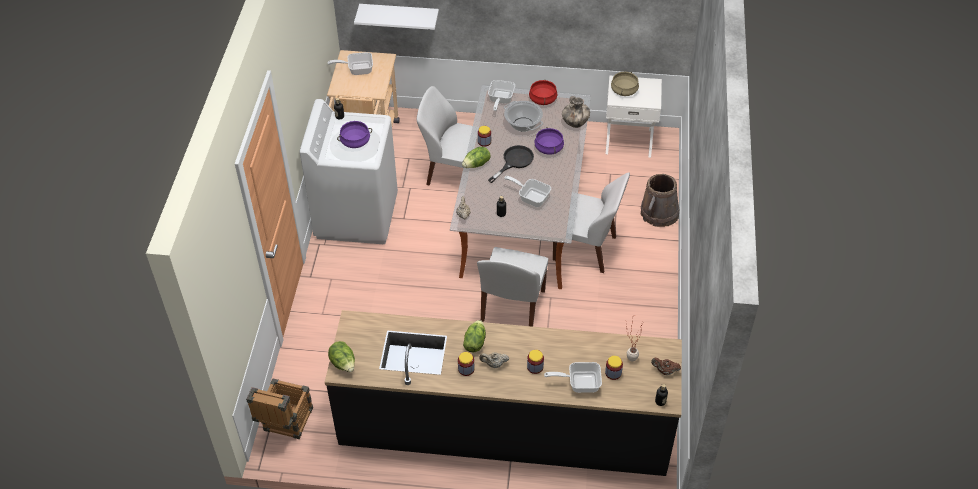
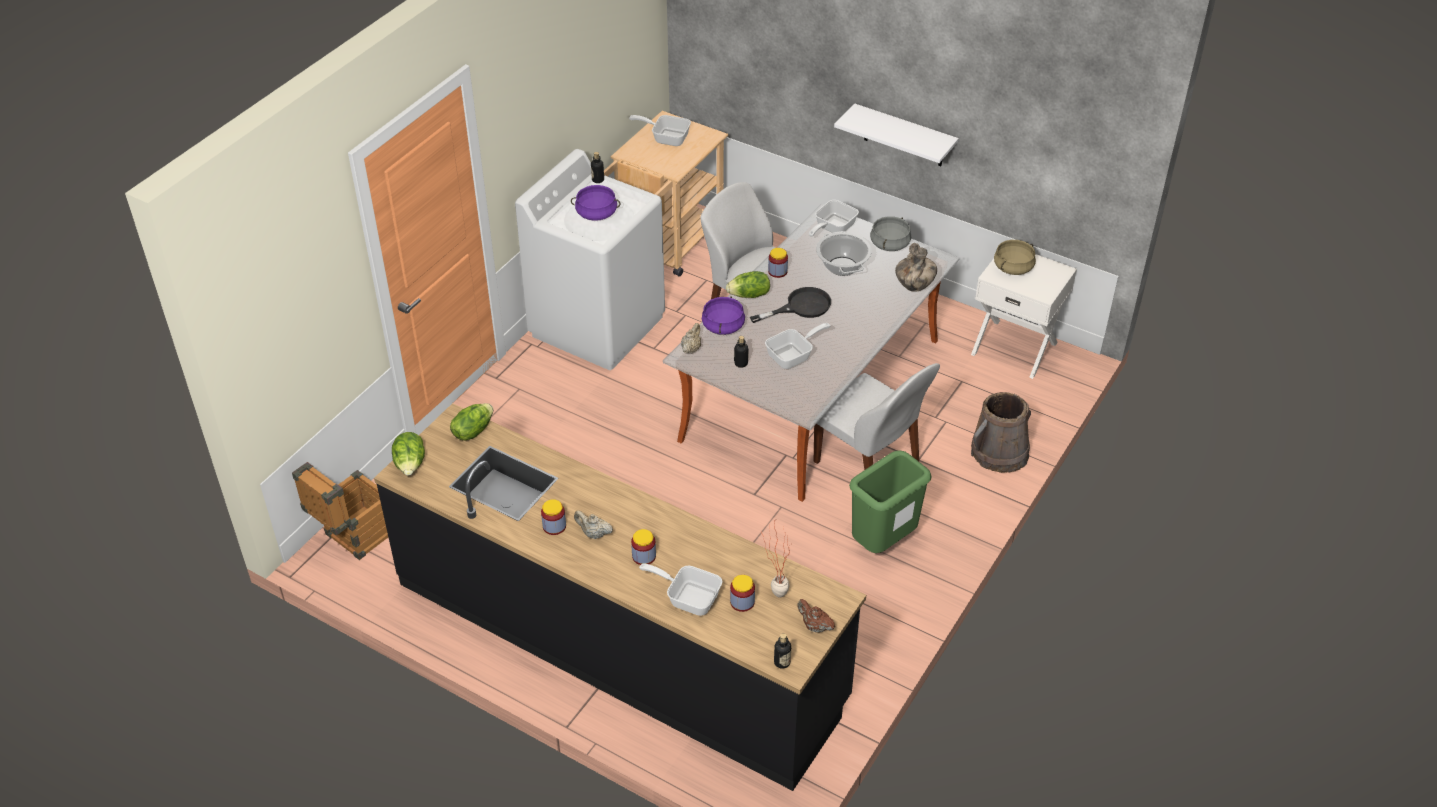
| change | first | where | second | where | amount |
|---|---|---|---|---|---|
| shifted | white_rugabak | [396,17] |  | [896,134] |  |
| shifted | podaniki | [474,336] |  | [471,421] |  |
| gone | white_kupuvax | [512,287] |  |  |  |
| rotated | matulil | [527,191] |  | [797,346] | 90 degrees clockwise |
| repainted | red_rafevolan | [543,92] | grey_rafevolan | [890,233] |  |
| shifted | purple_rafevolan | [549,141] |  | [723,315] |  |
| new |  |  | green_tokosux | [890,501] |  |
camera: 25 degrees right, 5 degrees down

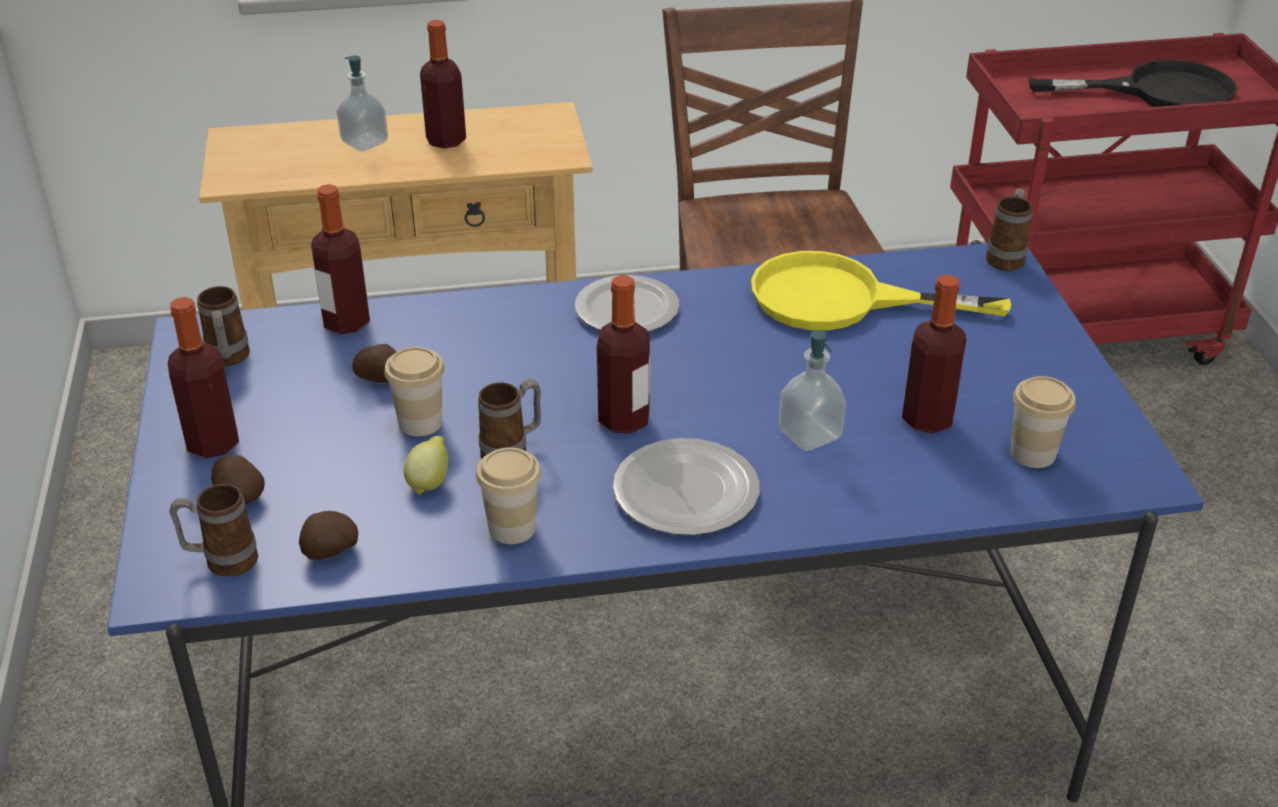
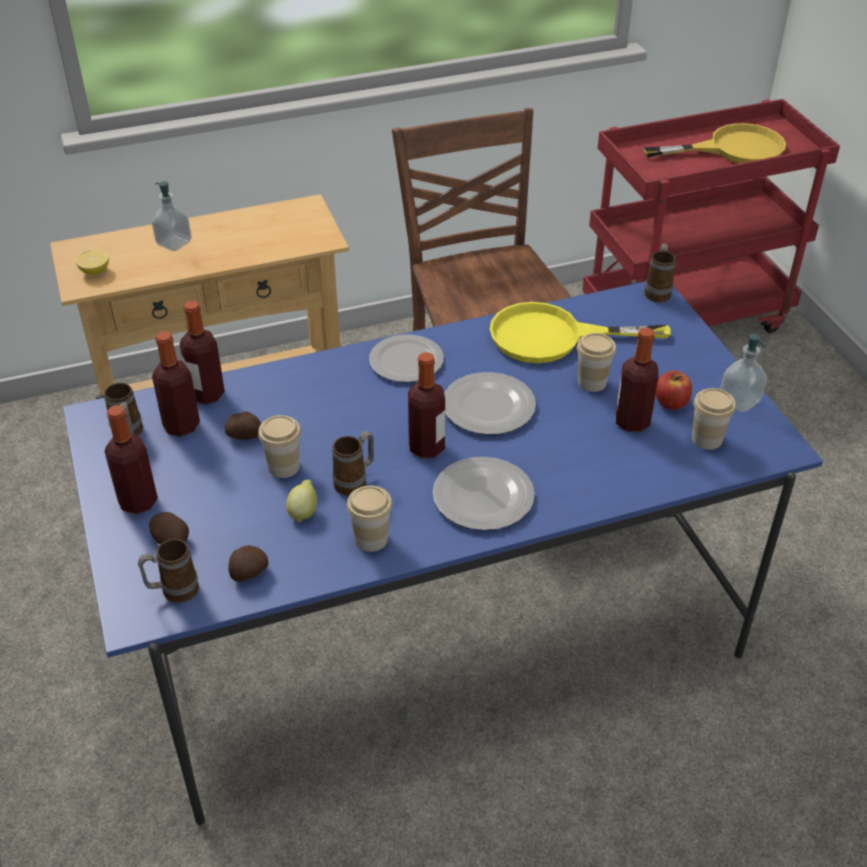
| change | first | where | second | where | amount |
|---|---|---|---|---|---|
| shifted | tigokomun | [443,84] |  | [176,384] |  |
| shifted | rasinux | [812,390] |  | [743,372] |  |
| repainted | black_matulil | [1133,83] | yellow_matulil | [714,143] |  |
| new |  |  | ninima | [92,262] |  |
| new |  |  | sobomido | [490,403] |  |
| new |  |  | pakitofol | [596,362] |  |
| new |  |  | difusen | [674,390] |  |
camera: 10 degrees left, 5 degrees up

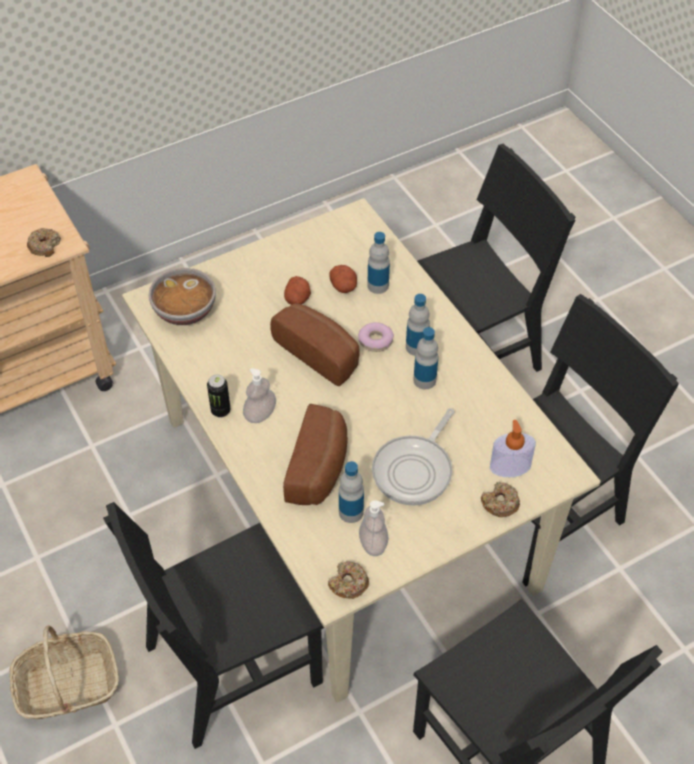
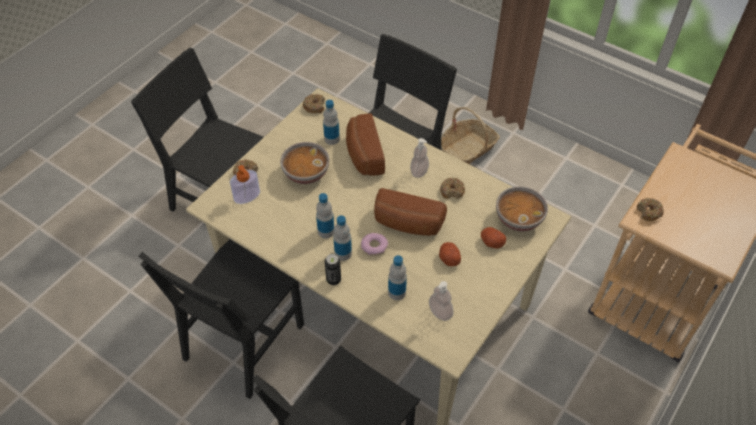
| change | first | where | second | where | amount |
|---|---|---|---|---|---|
| shifted | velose | [219,396] |  | [333,269] |  |
| shifted | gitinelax | [343,279] |  | [493,237] |  |
| shifted | rasinux | [373,528] |  | [441,301] |  |
| swapped | matulil | [413,457] | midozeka | [304,163] |  |
| new |  |  | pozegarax | [452,188] |  |
camera: 155 degrees right, 0 degrees up

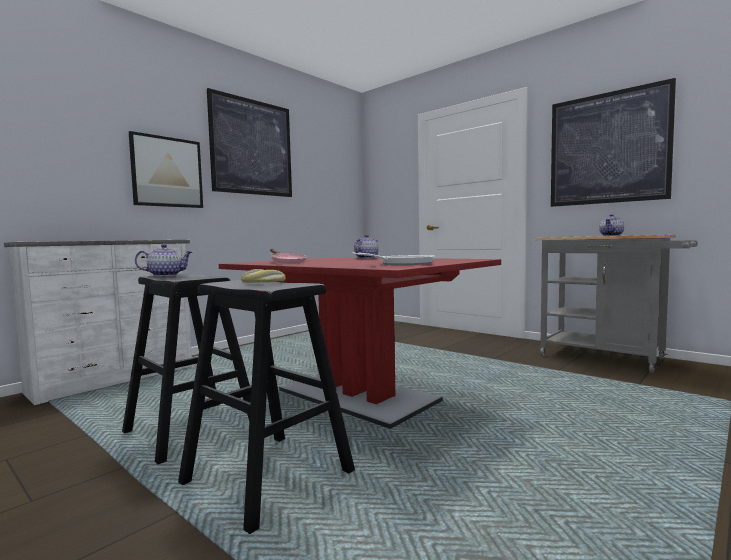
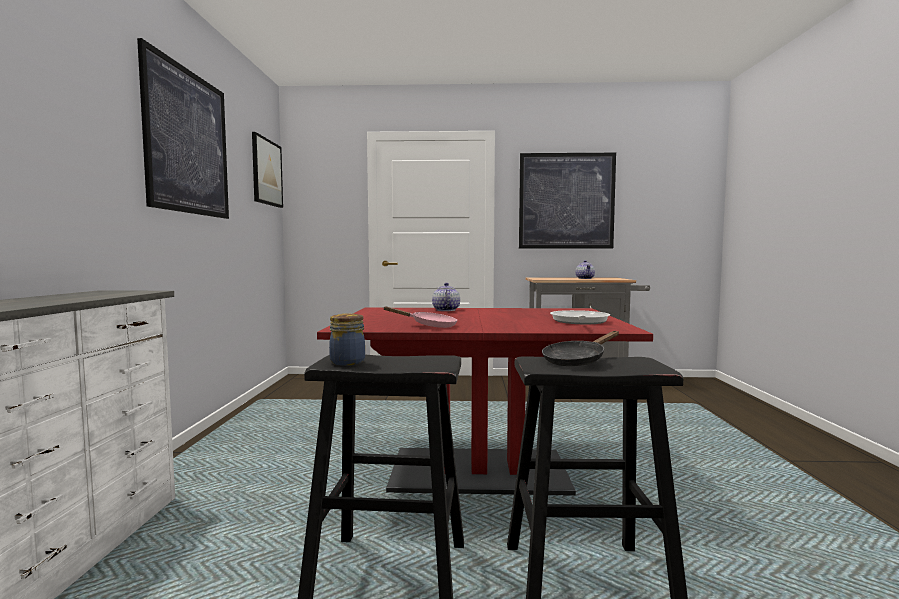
| change | first | where | second | where | amount |
|---|---|---|---|---|---|
| shifted | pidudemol | [166,169] |  | [267,170] |  |
| swapped | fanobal | [163,260] | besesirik | [347,339] |  |
| swapped | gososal | [263,276] | black_matulil | [580,348] |  |
camera: 40 degrees left, 0 degrees up

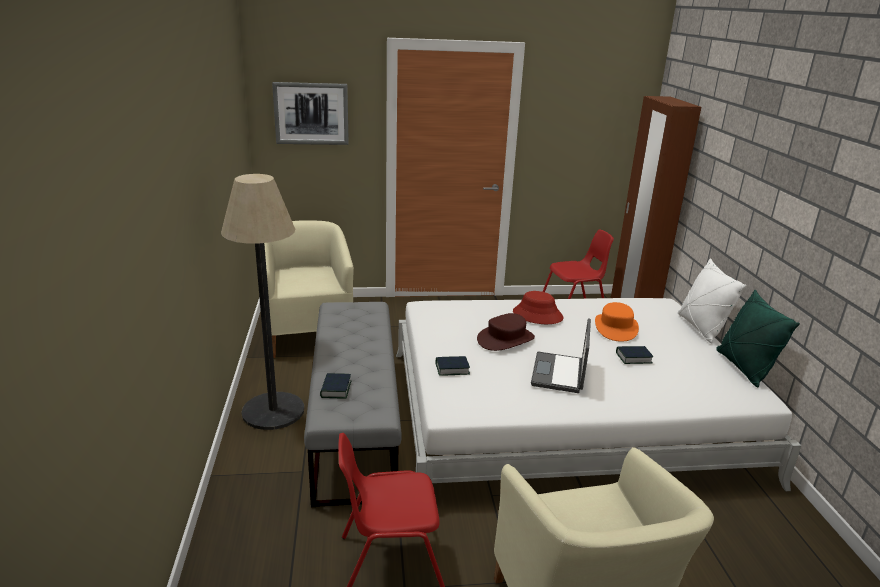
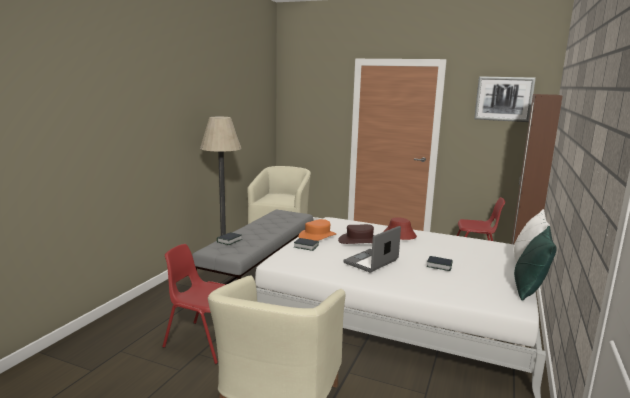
| change | first | where | second | where | amount |
|---|---|---|---|---|---|
| shifted | pidudemol | [310,113] |  | [505,99] |  |
| shifted | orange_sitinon | [617,322] |  | [317,230] |  |
camera: 30 degrees right, 10 degrees down

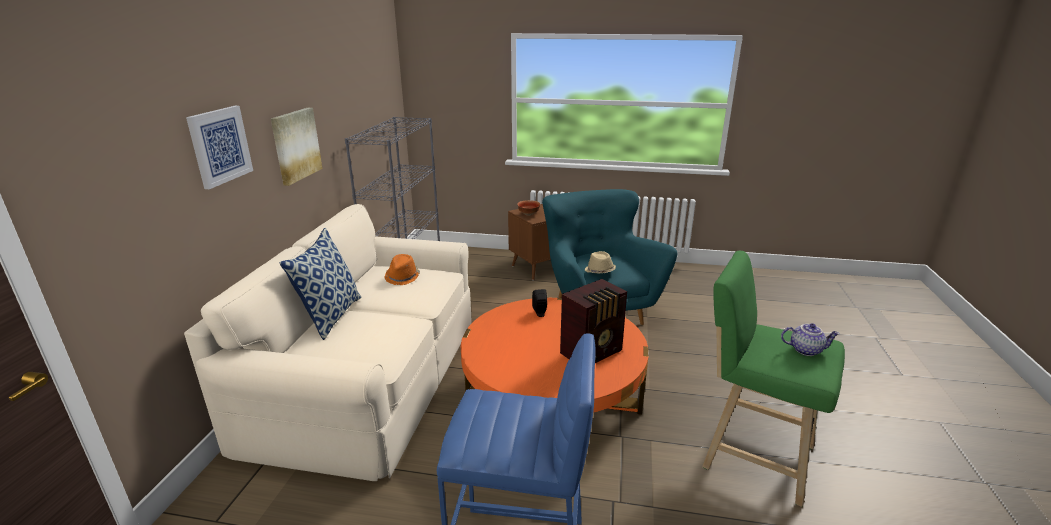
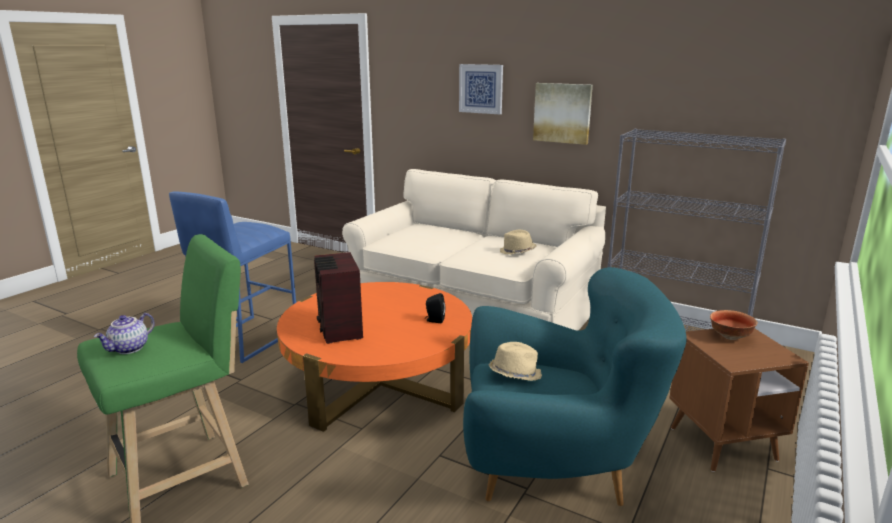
| change | first | where | second | where | amount |
|---|---|---|---|---|---|
| gone | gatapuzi | [320,284] |  |  |  |
| repainted | orange_sitinon | [402,269] | beige_sitinon | [518,242] |  |
camera: 110 degrees right, 5 degrees down

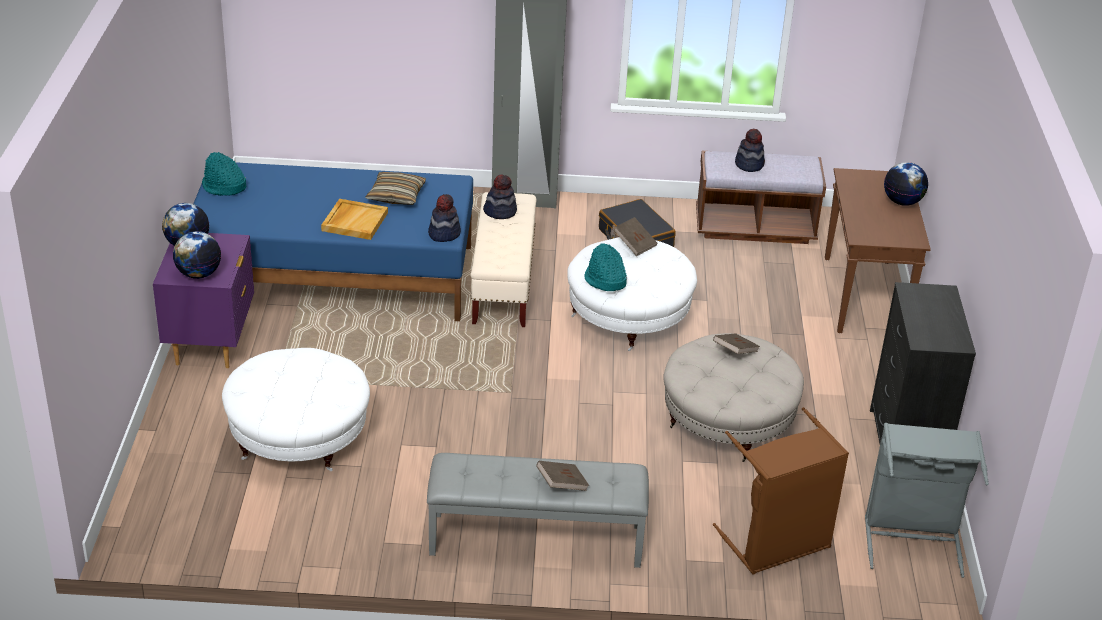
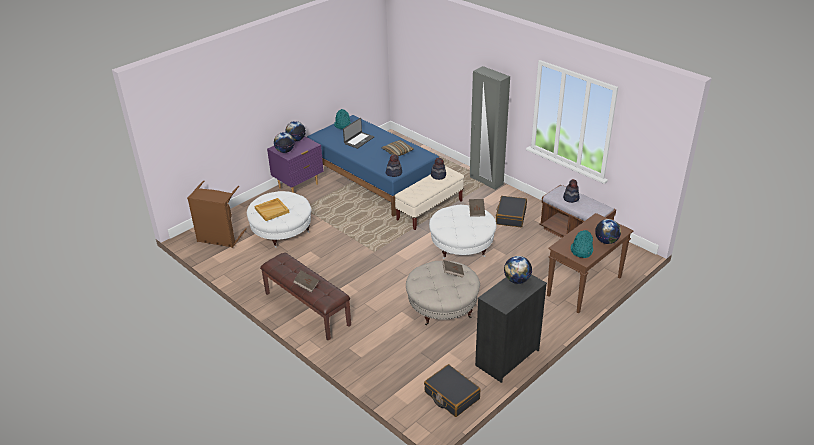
| change | first | where | second | where | amount |
|---|---|---|---|---|---|
| shifted | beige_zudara | [354,219] |  | [272,209] |  |
| repainted | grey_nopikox | [538,510] | brown_nopikox | [305,297] |  |
| shifted | turquoise_sitinon | [605,267] |  | [582,244] |  |
| shifted | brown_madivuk | [781,491] |  | [217,214] |  |
| swapped | grey_madivuk | [927,500] | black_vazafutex | [452,390] |  |
| new |  |  | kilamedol | [359,133] |  |
| new |  |  | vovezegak | [518,270] |  |
camera: 45 degrees right, 0 degrees up

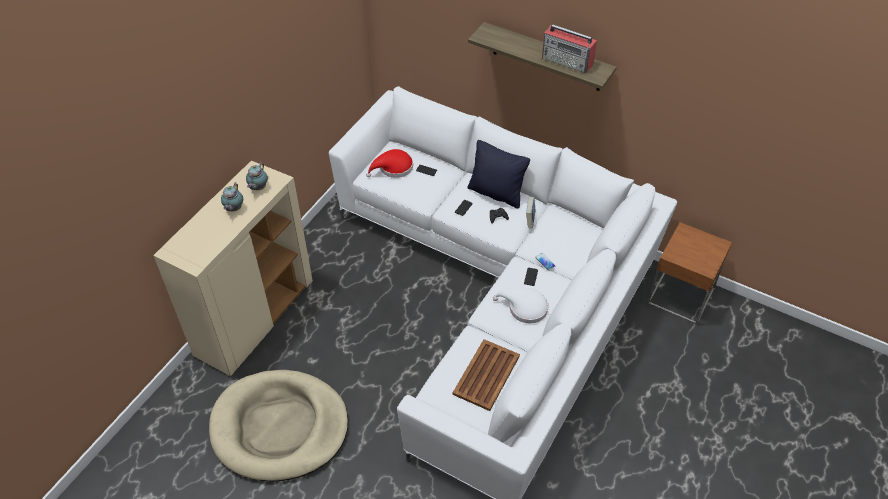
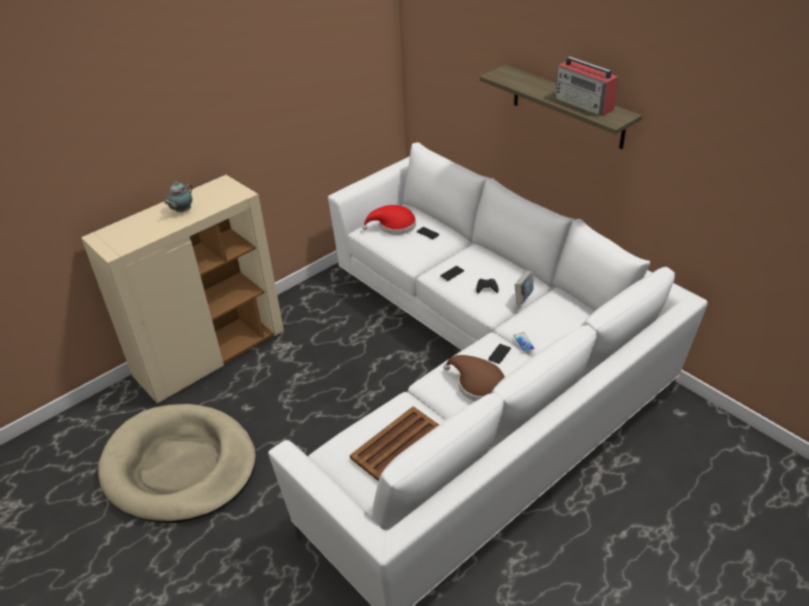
| change | first | where | second | where | amount |
|---|---|---|---|---|---|
| gone | fanobal | [257,176] |  |  |  |
| gone | black_gatapuzi | [499,174] |  |  |  |
| repainted | white_sitinon | [520,305] | brown_sitinon | [474,378] |  |
| gone | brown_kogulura | [689,273] |  |  |  |
camera: 20 degrees right, 10 degrees down

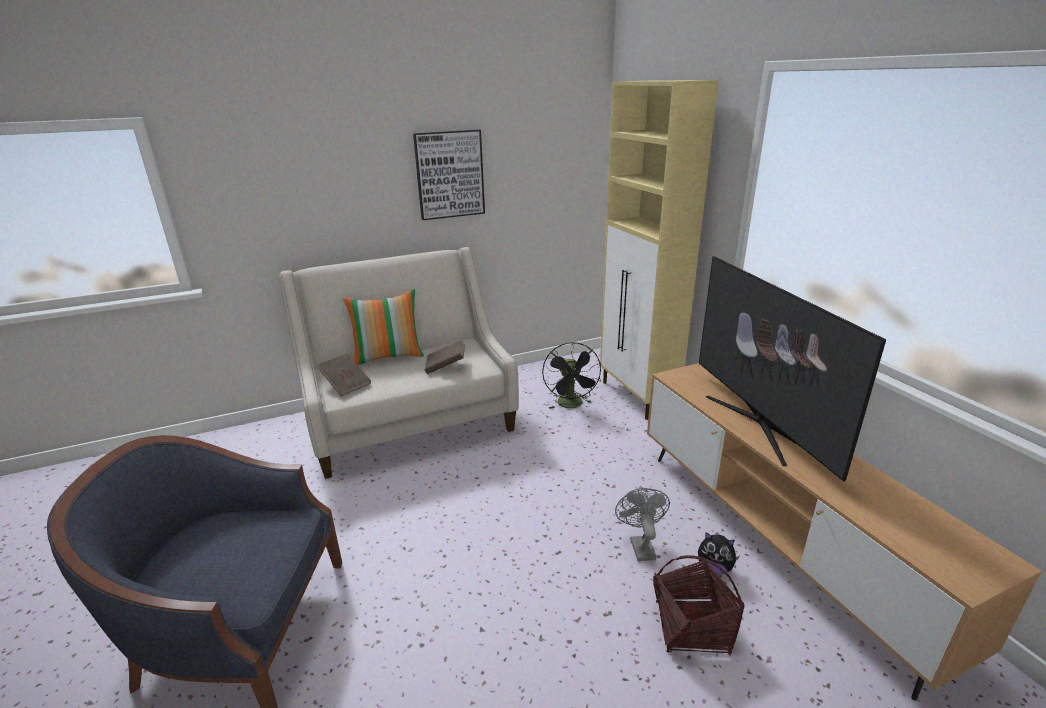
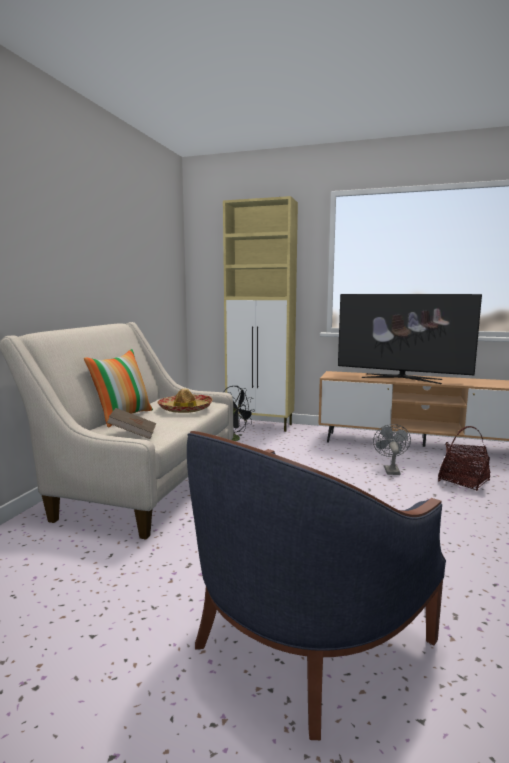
| change | first | where | second | where | amount |
|---|---|---|---|---|---|
| gone | pidudemol | [449,174] |  |  |  |
| swapped | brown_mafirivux | [444,357] | sitinon | [185,400] |  |
| rotated | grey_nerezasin | [642,524] |  | [392,449] | 60 degrees clockwise |
| gone | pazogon | [719,553] |  |  |  |
camera: 50 degrees left, 15 degrees down

